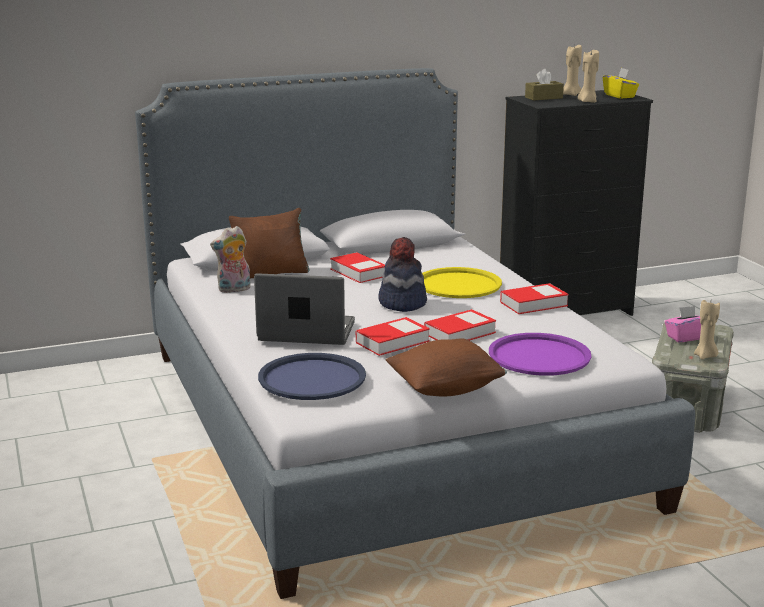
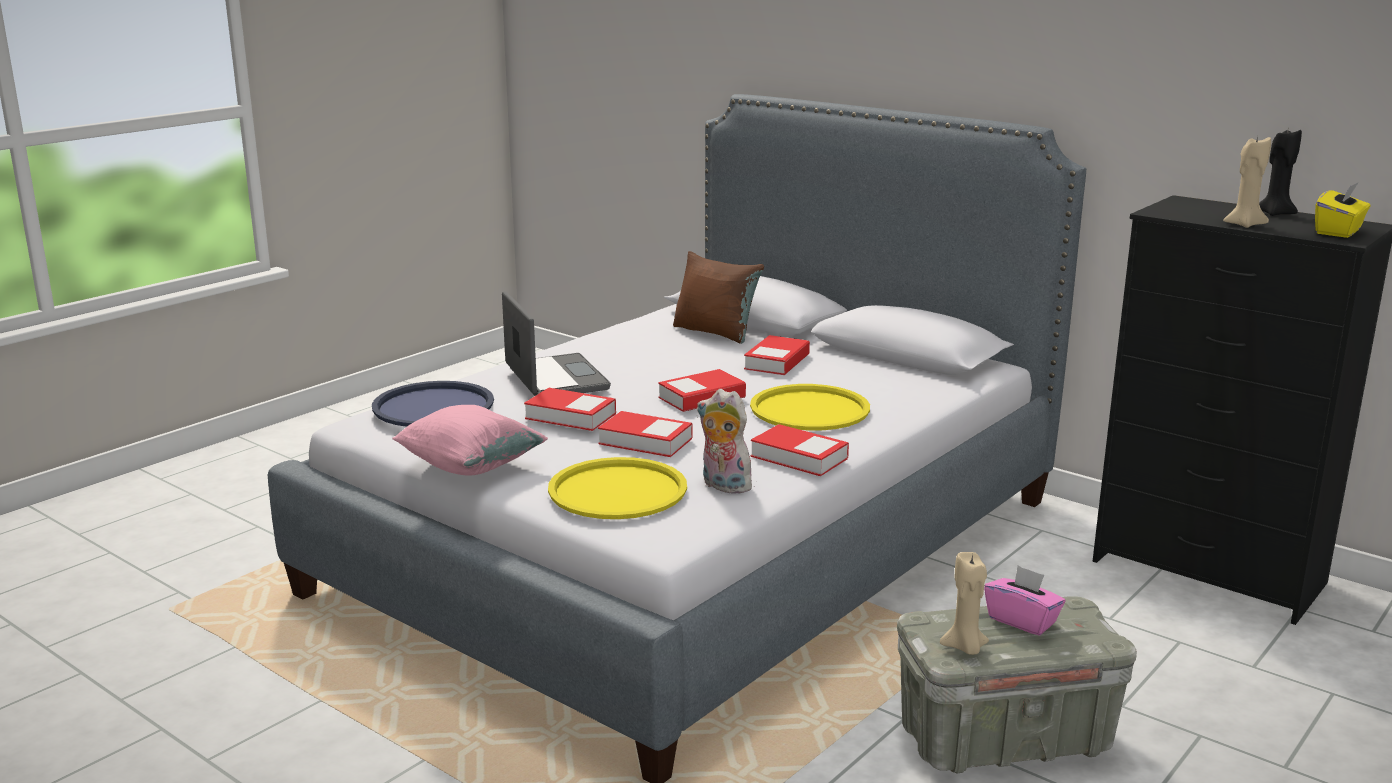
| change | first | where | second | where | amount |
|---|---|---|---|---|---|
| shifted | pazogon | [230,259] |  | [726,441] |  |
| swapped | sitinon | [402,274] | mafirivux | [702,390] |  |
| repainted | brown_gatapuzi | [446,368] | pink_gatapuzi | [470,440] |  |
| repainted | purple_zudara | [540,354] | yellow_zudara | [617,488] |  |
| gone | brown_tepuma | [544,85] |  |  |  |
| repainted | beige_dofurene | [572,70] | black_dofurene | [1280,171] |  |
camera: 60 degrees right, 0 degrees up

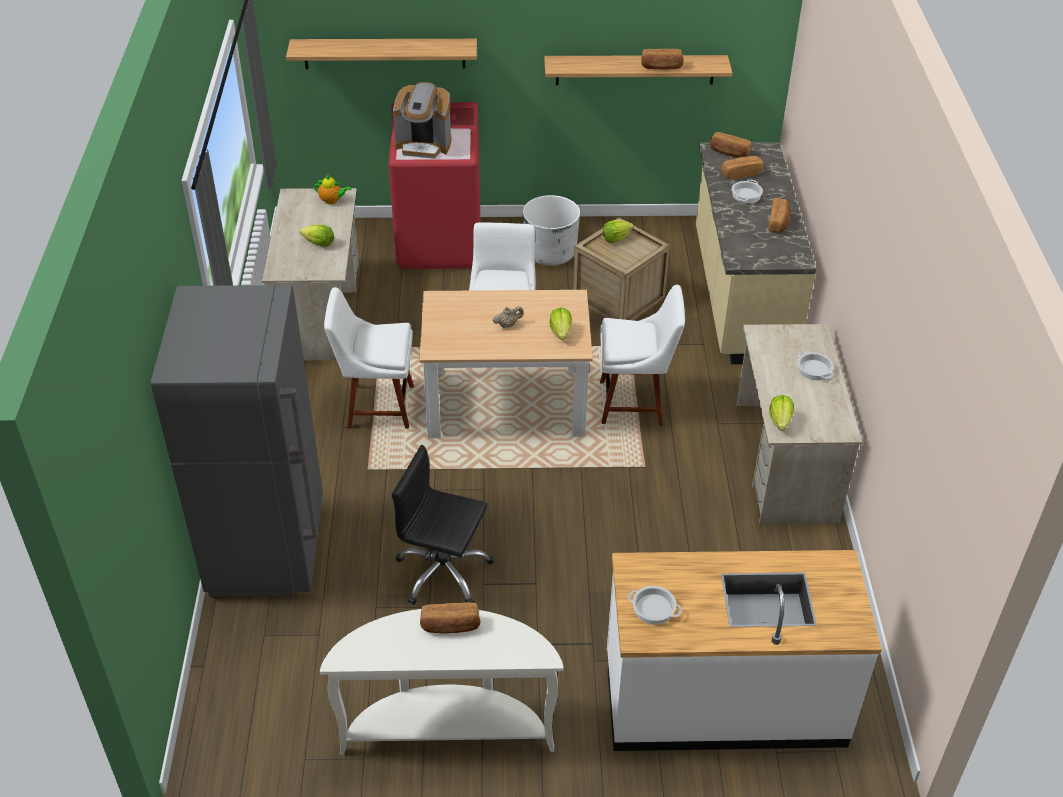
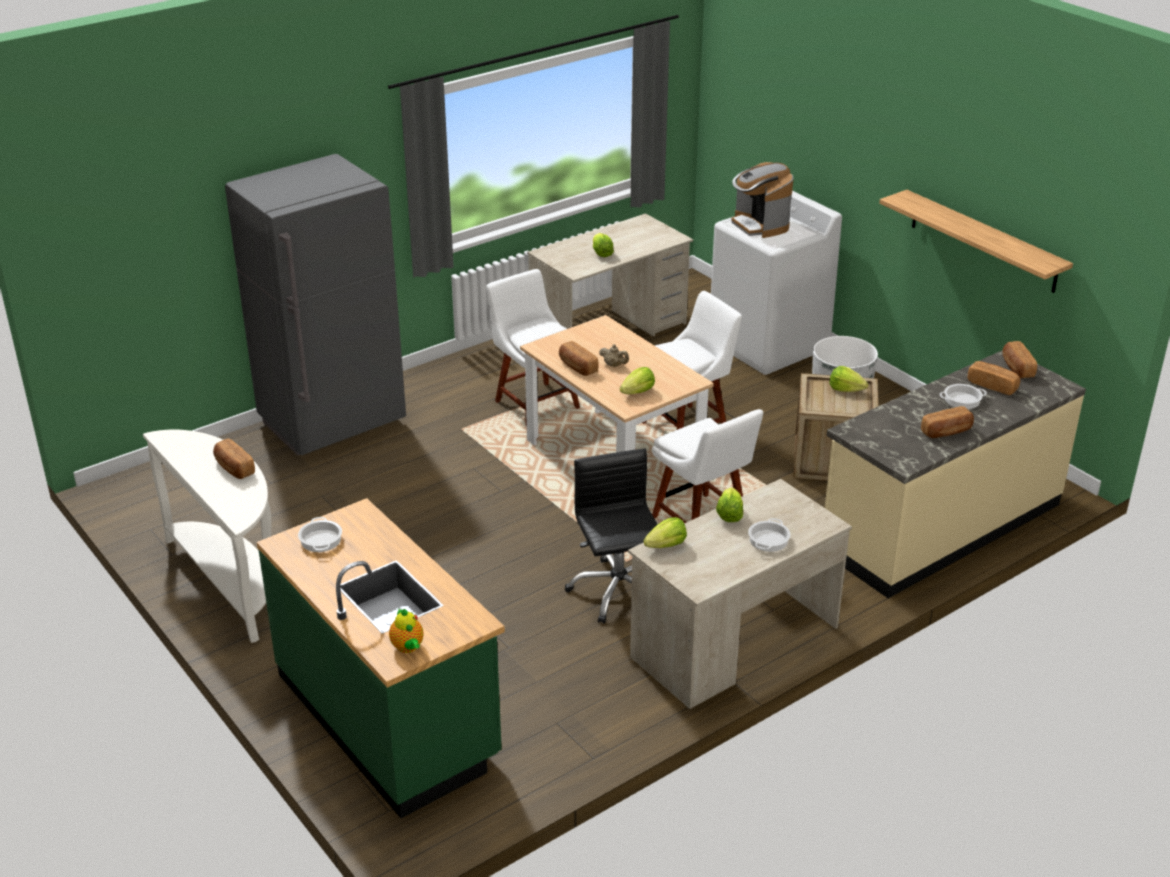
| change | first | where | second | where | amount |
|---|---|---|---|---|---|
| gone | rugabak | [381,54] |  |  |  |
| shifted | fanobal | [333,189] |  | [406,631] |  |
| repainted | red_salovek | [434,185] | white_salovek | [776,283] |  |
| shifted | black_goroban | [443,525] |  | [611,536] |  |
| repainted | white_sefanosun | [744,650] | green_sefanosun | [381,658] |  |
| shifted | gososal | [662,59] |  | [579,358] |  |
| new |  |  | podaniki | [729,504] |  |
camera: 55 degrees right, 10 degrees down

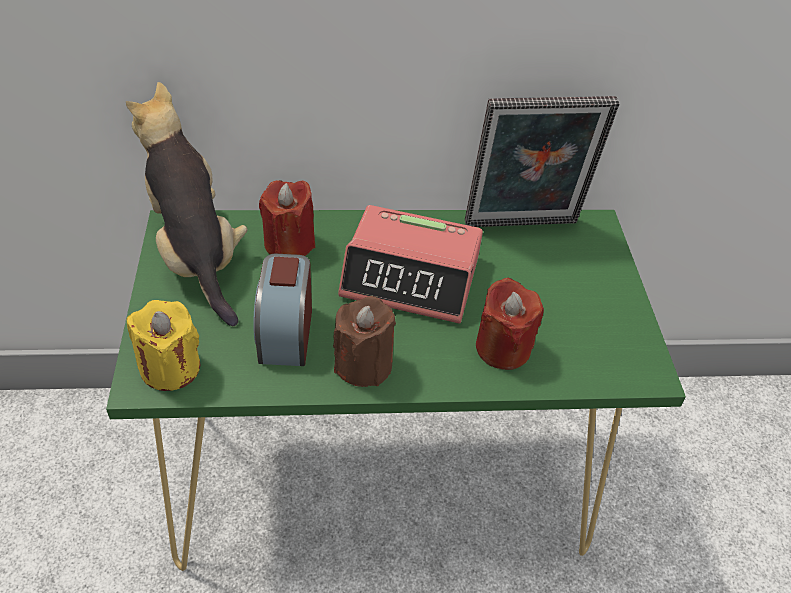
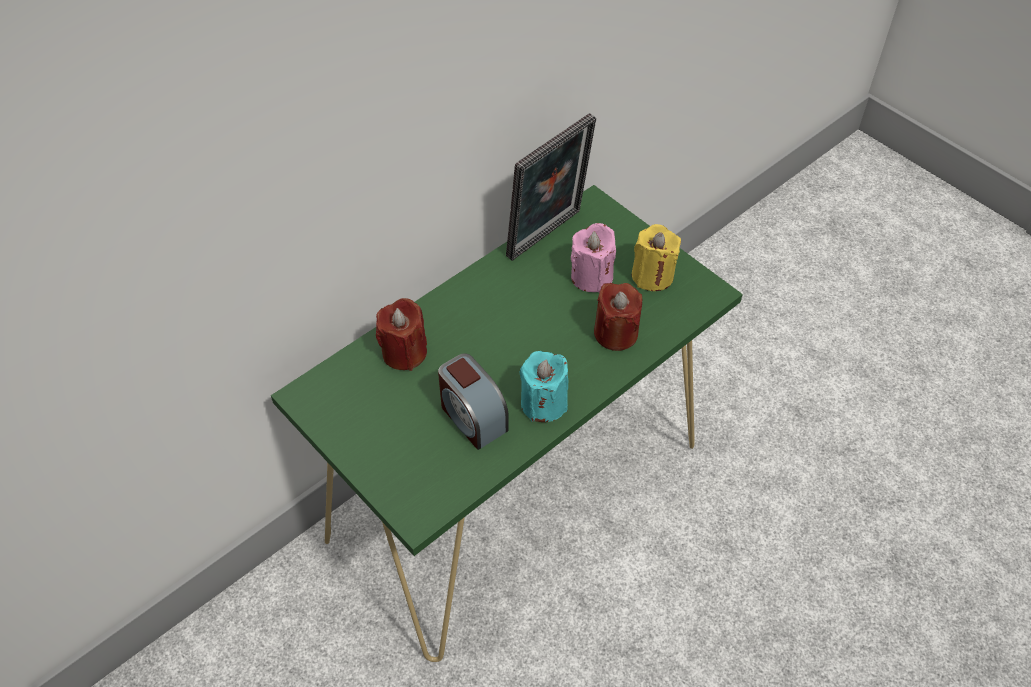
| change | first | where | second | where | amount |
|---|---|---|---|---|---|
| gone | pazogon | [187,204] |  |  |  |
| shifted | yellow_dofurene | [164,345] |  | [656,257] |  |
| repainted | brown_dofurene | [364,341] | turquoise_dofurene | [543,386] |  |
| gone | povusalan | [410,264] |  |  |  |
| new |  |  | pink_dofurene | [593,257] |  |
camera: 35 degrees left, 5 degrees up

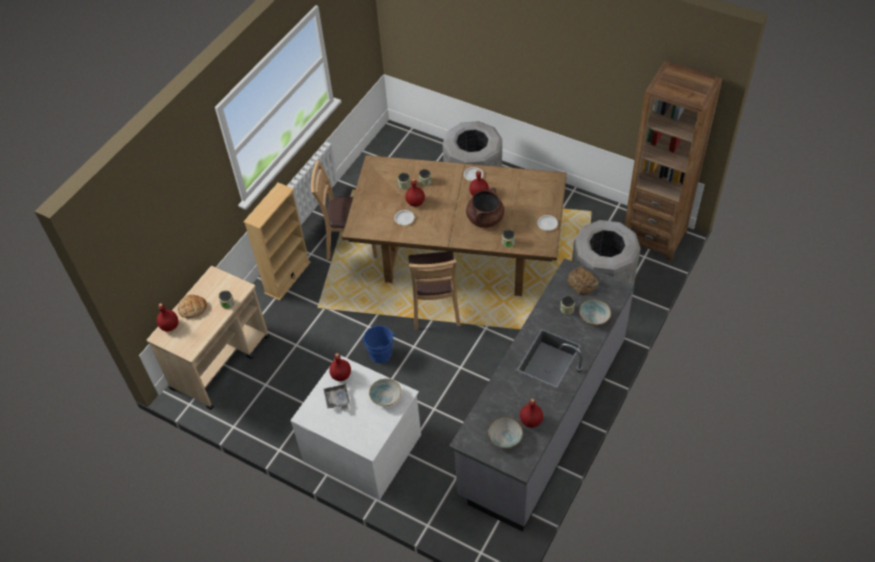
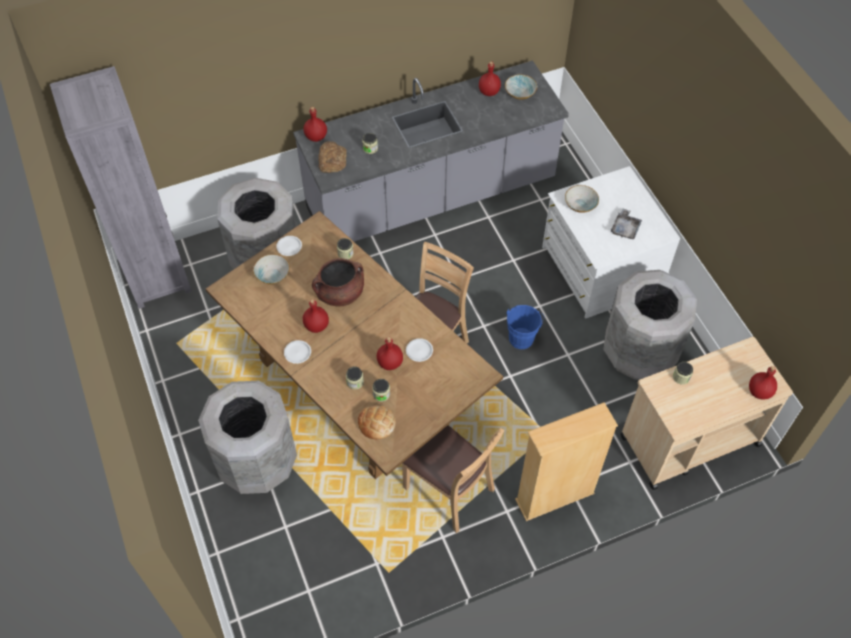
| change | first | where | second | where | amount |
|---|---|---|---|---|---|
| shifted | gososal | [192,307] |  | [377,422] |  |
| shifted | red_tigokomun | [340,367] |  | [315,124] |  |
| shifted | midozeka | [595,312] |  | [271,269] |  |
| repainted | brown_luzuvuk | [673,161] | grey_luzuvuk | [121,187] |  |
| new |  |  | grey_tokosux | [650,325] |  |
camera: 145 degrees left, 5 degrees up

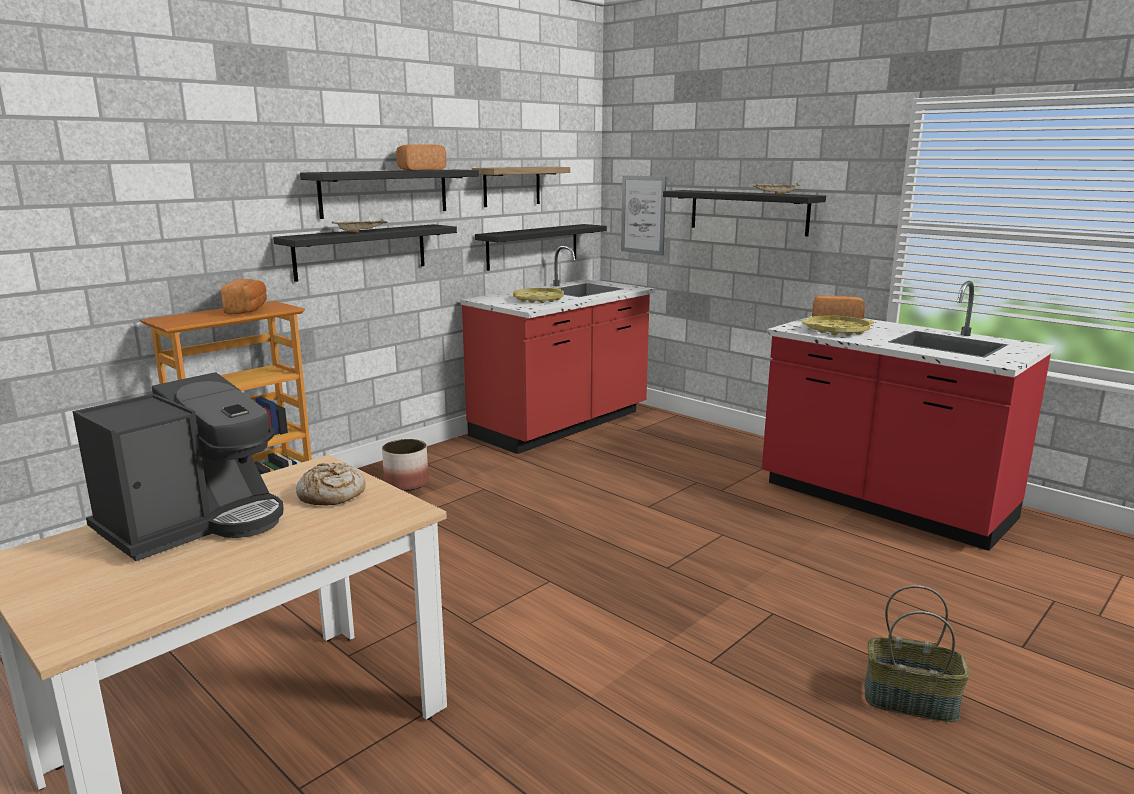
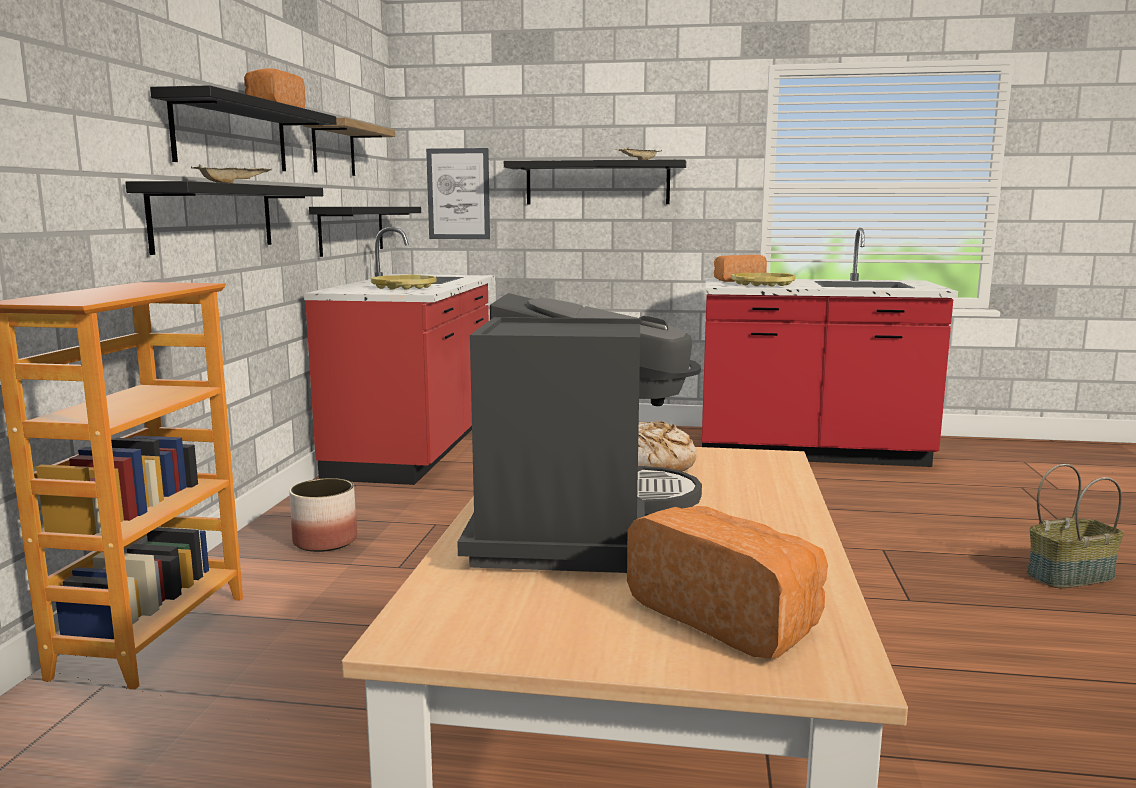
| change | first | where | second | where | amount |
|---|---|---|---|---|---|
| shifted | gososal | [244,297] |  | [727,582] |  |
camera: 35 degrees left, 5 degrees down

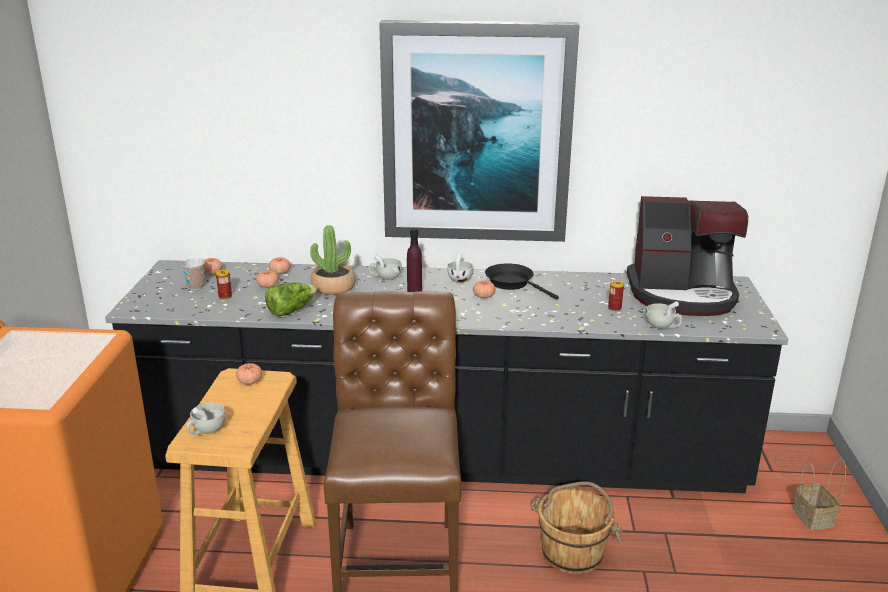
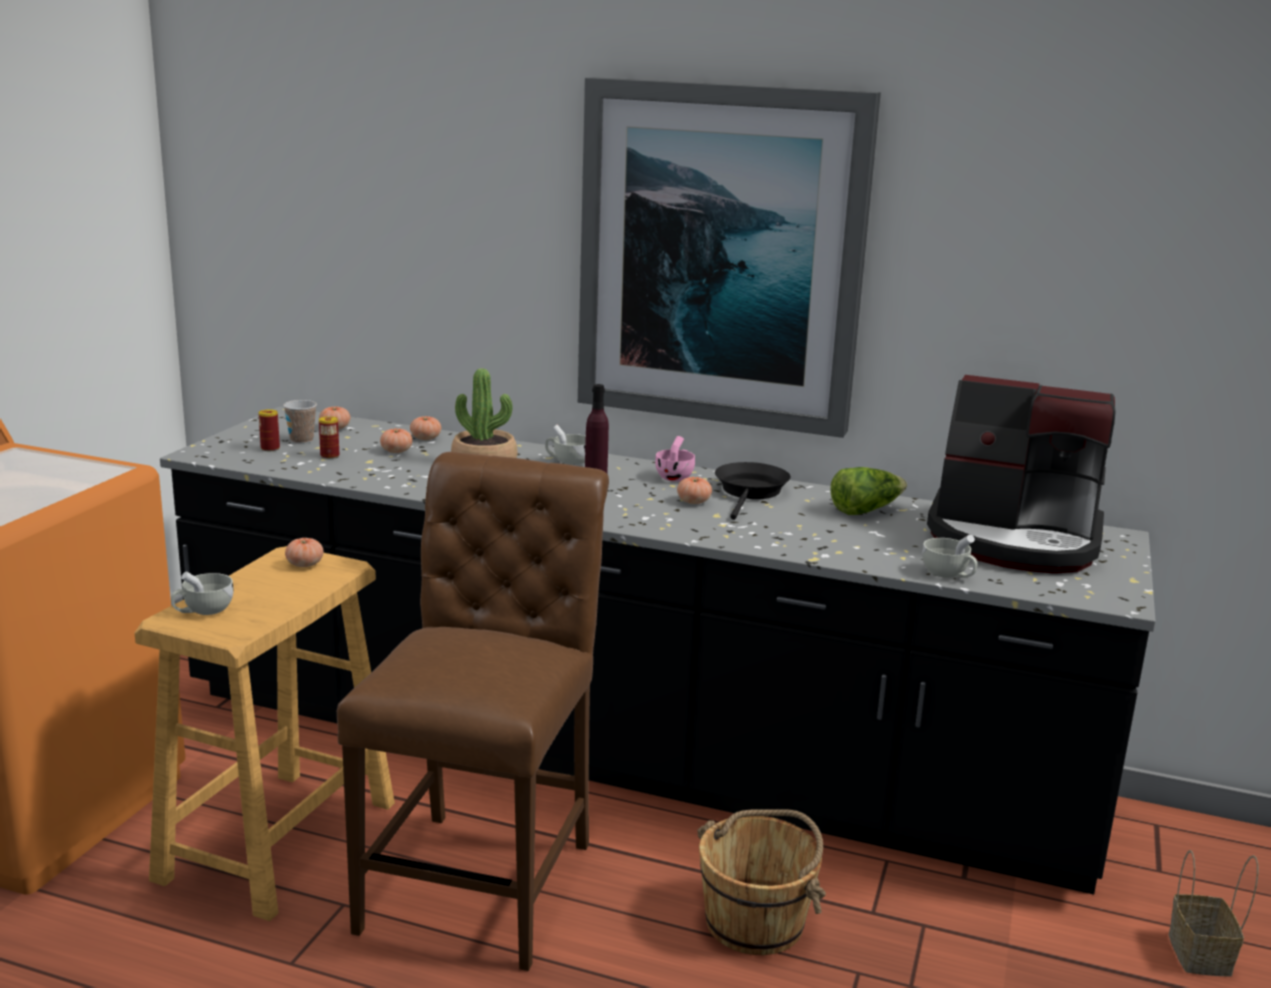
| change | first | where | second | where | amount |
|---|---|---|---|---|---|
| shifted | podaniki | [291,300] |  | [868,491] |  |
| repainted | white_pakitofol | [460,267] | pink_pakitofol | [675,459] |  |
| rotated | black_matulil | [522,282] |  | [753,491] | 45 degrees clockwise |
| shifted | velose | [616,296] |  | [269,430] |  |
camera: 15 degrees right, 5 degrees down

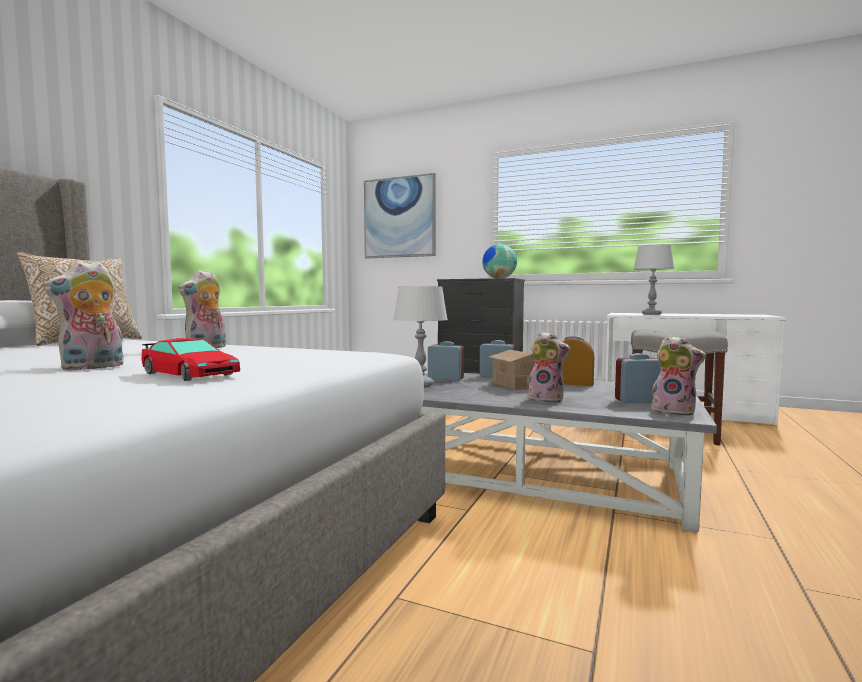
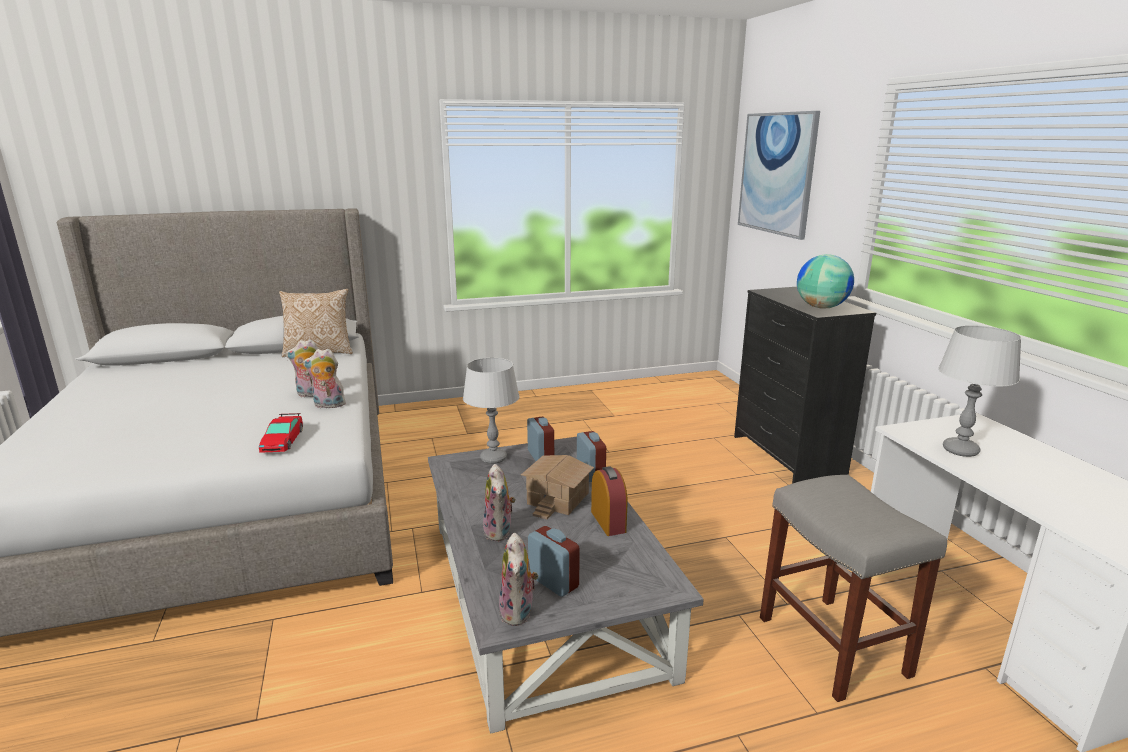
| change | first | where | second | where | amount |
|---|---|---|---|---|---|
| shifted | pazogon | [83,316] |  | [326,378] |  |
| shifted | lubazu | [191,359] |  | [281,433] |  |
camera: 50 degrees right, 15 degrees up

